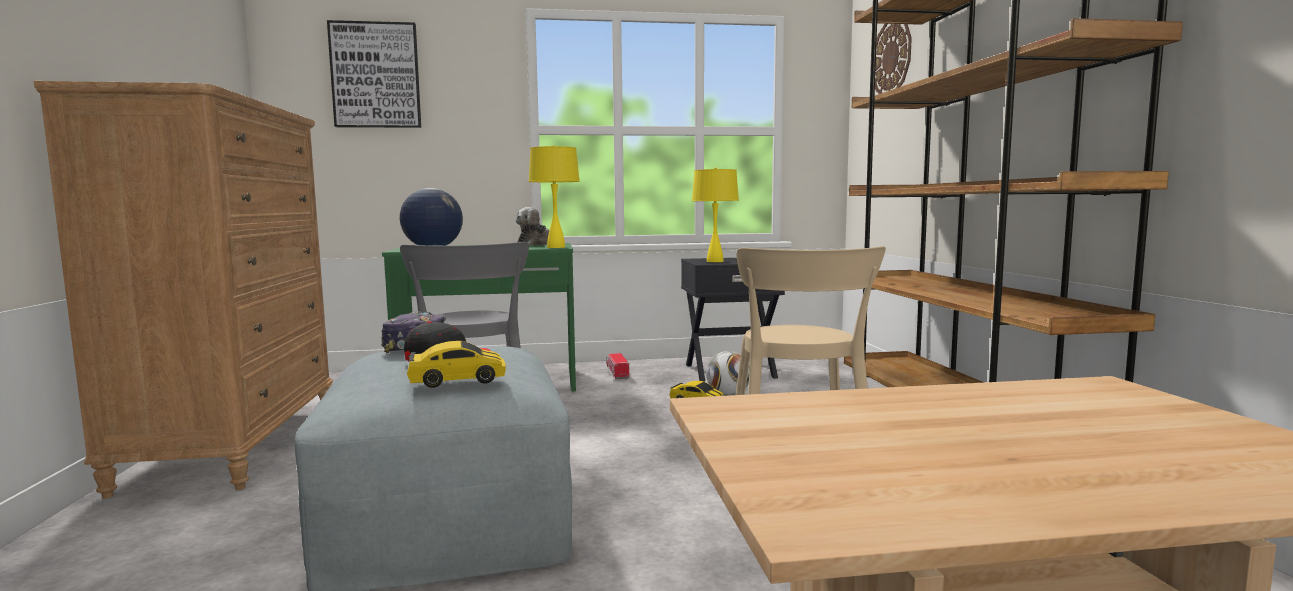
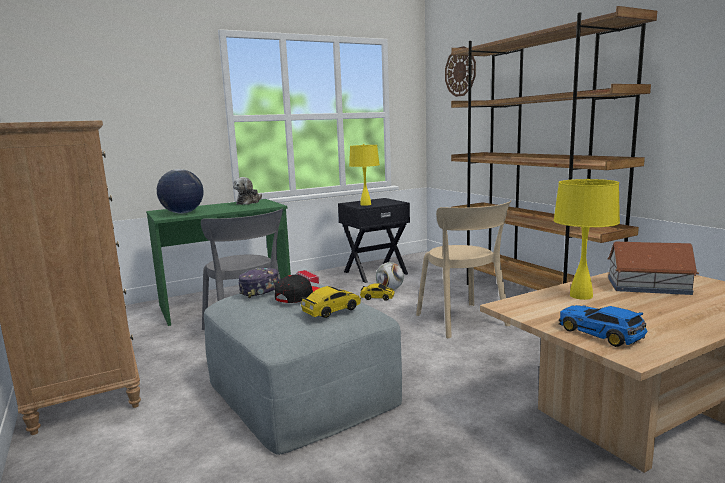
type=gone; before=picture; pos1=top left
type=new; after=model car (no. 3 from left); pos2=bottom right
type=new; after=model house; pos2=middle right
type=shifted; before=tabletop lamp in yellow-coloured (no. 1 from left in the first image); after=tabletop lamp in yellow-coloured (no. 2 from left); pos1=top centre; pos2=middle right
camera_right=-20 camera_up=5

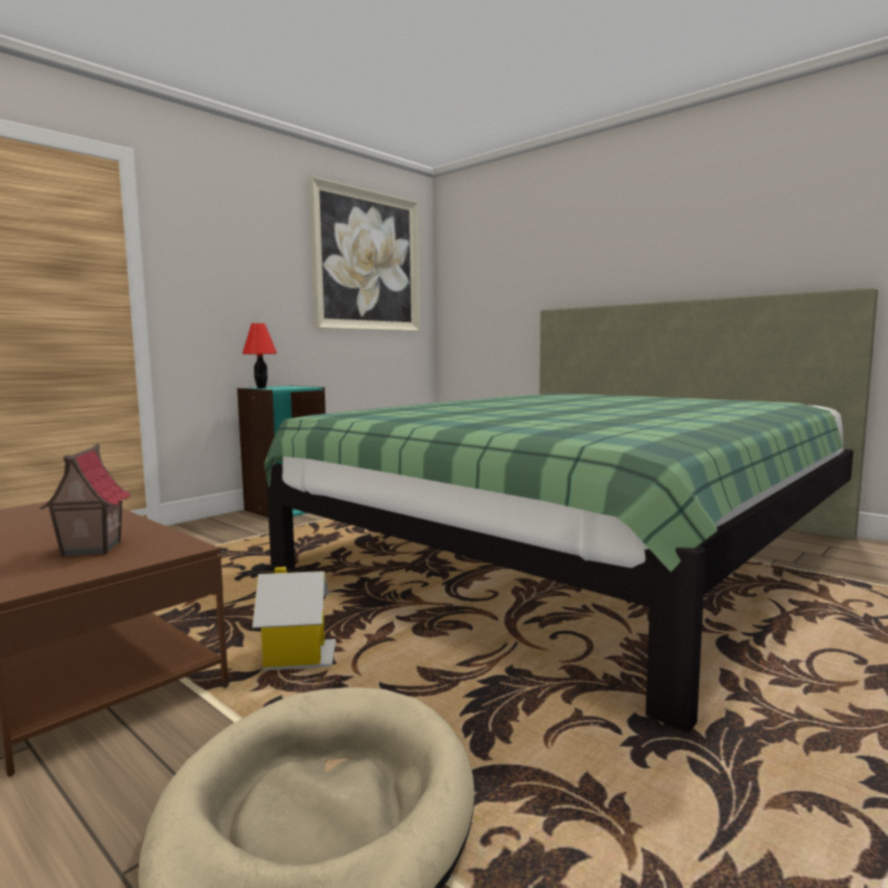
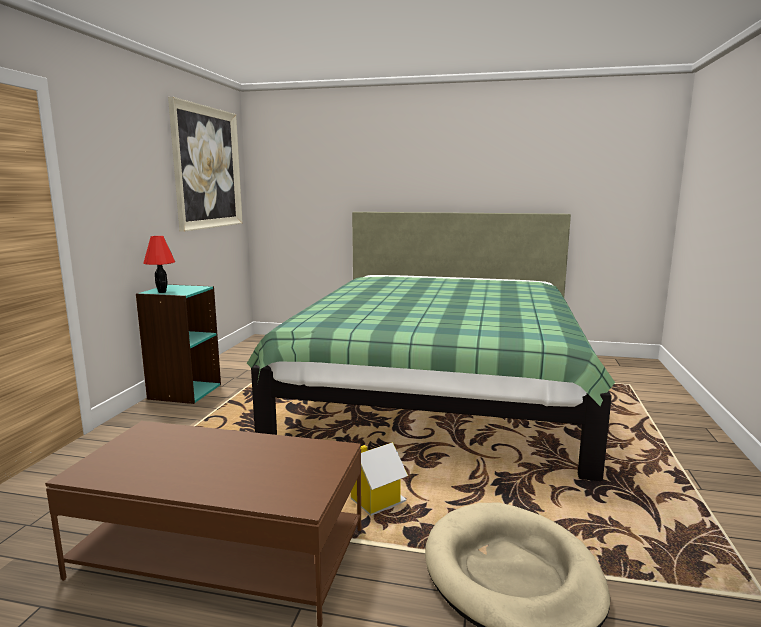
type=gone; before=model house (no. 1 from left); pos1=middle left
camera_right=-30 camera_up=5

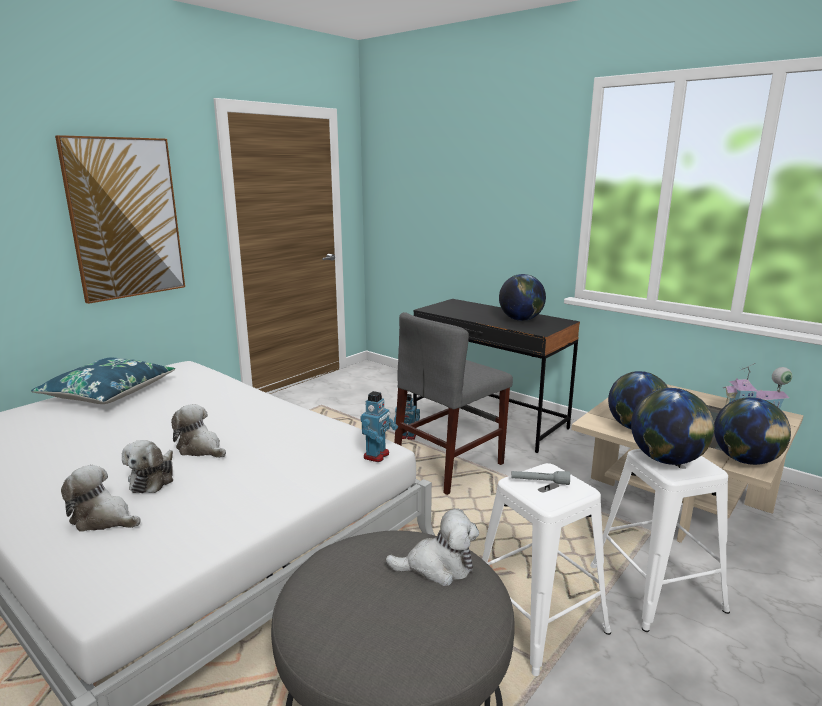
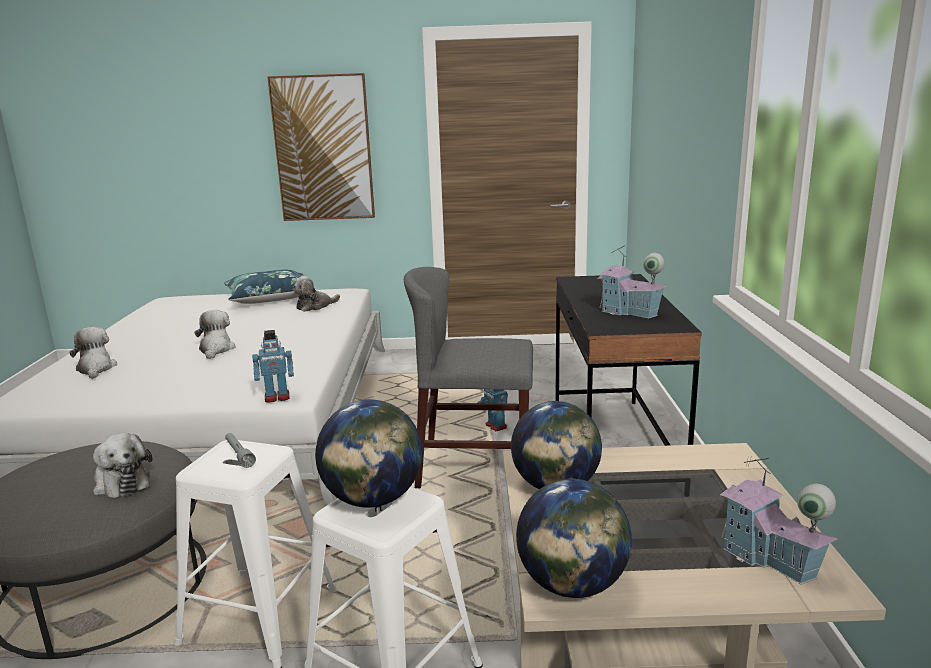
type=shifted; before=soft toy (no. 2 from left in the first image); after=soft toy (no. 4 from left); pos1=middle left; pos2=centre
type=swapped; before=globe (no. 1 from left); after=model house (no. 1 from left); pos1=centre; pos2=middle right
camera_right=50 camera_up=0

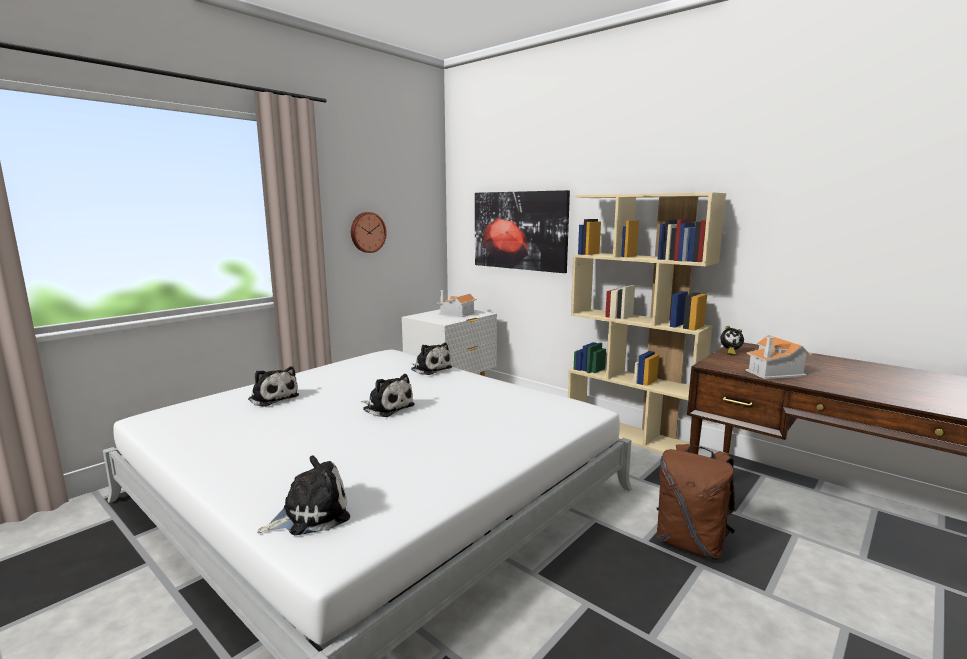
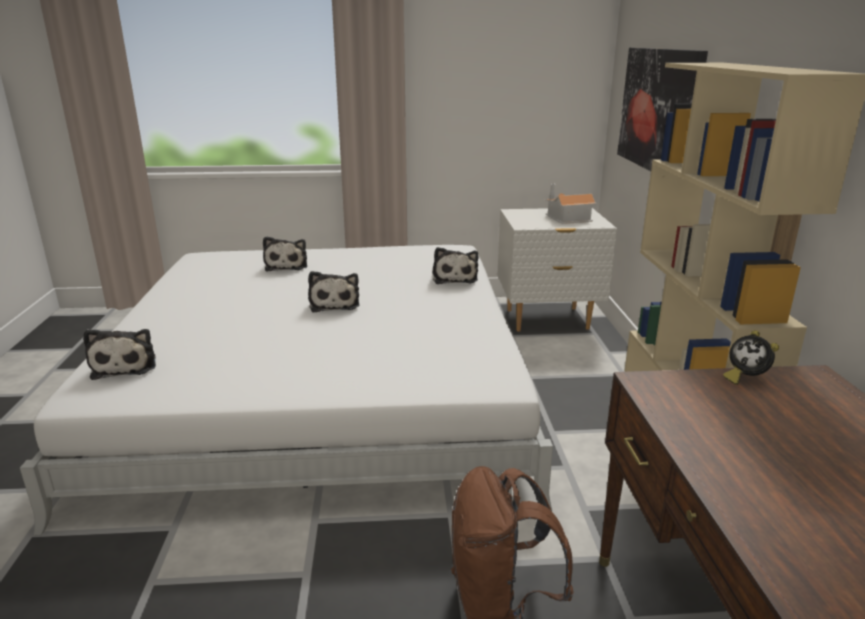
type=gone; before=hanging clock; pos1=centre
type=gone; before=model house (no. 2 from left); pos1=middle right
type=rotated; before=soft toy (no. 2 from left in the first image); pos1=bottom left; pos2=middle left; turn=60
camera_right=45 camera_up=10

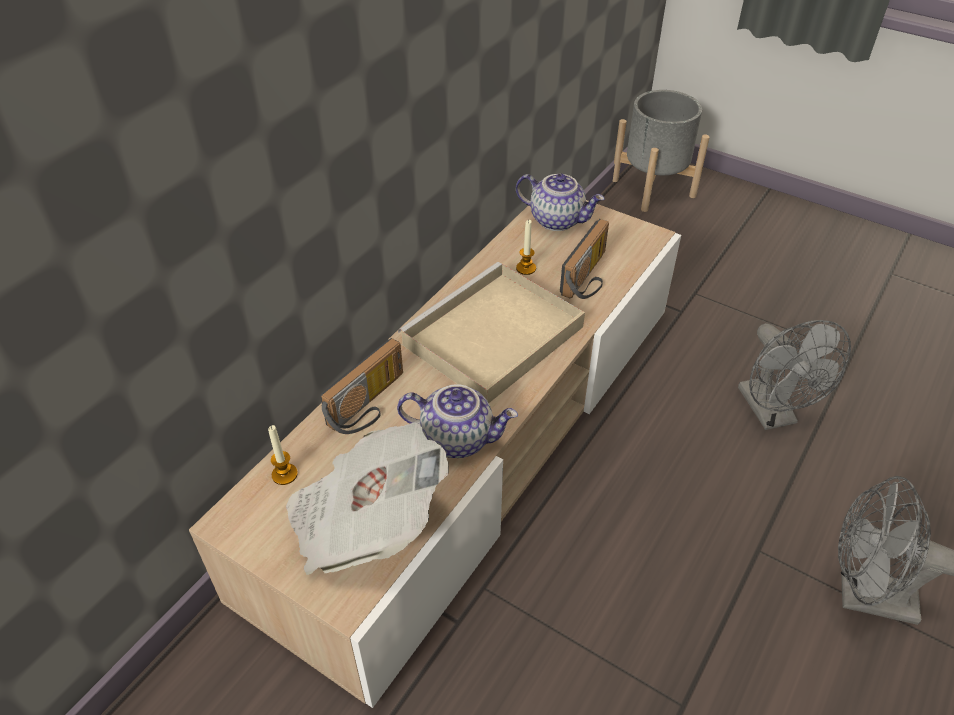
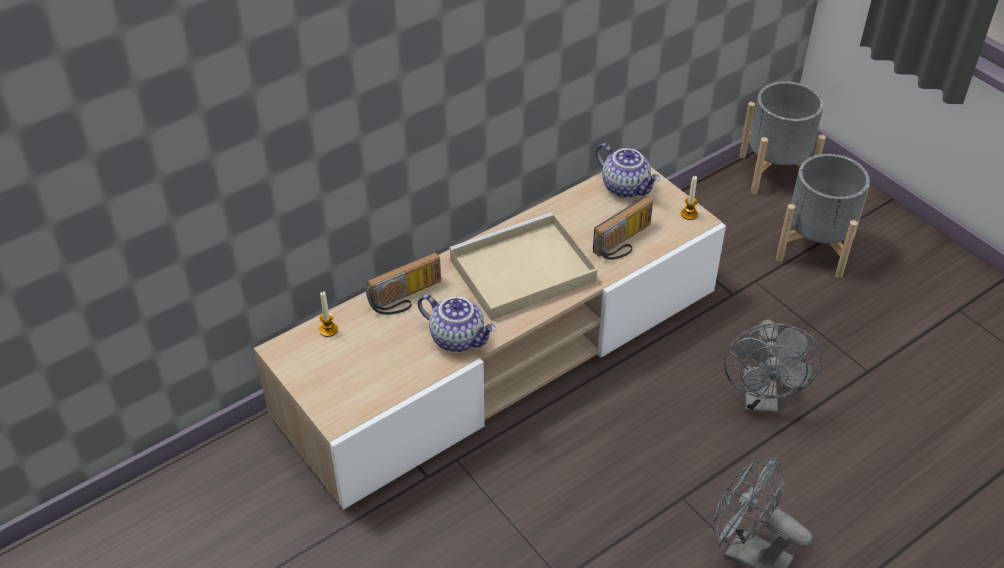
type=gone; before=newspaper; pos1=bottom centre
type=new; after=plant pot in grey (no. 2 from left); pos2=middle right
type=shifted; before=candle (no. 2 from left); pos1=centre; pos2=middle right
camera_right=20 camera_up=0

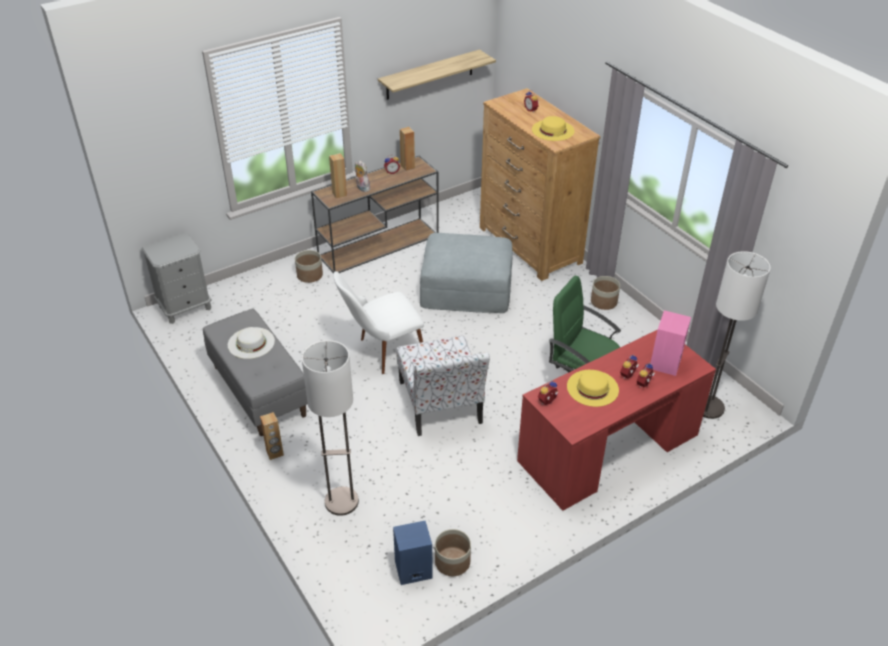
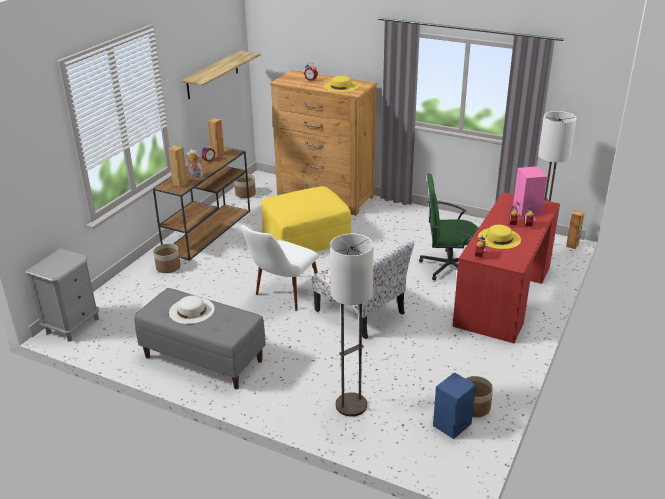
type=shifted; before=loudspeaker in brown-coloured (no. 1 from left in the first image); after=loudspeaker in brown-coloured (no. 3 from left); pos1=bottom left; pos2=middle right
type=shifted; before=plant pot (no. 3 from left in the first image); after=plant pot (no. 2 from left); pos1=middle right; pos2=centre
type=repainted; before=pouffe in grey; after=pouffe in yellow-coloured; pos1=centre; pos2=centre
camera_right=-30 camera_up=-10

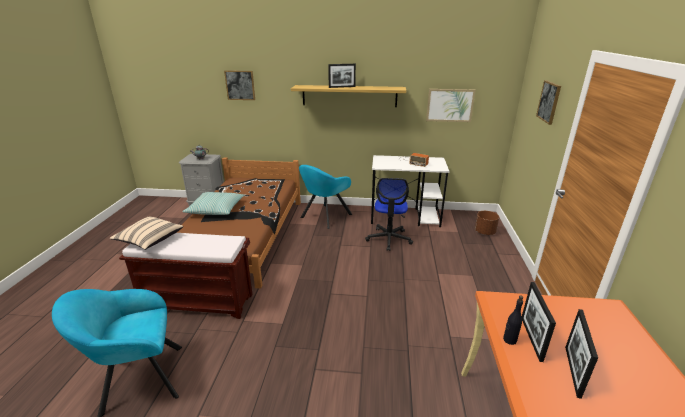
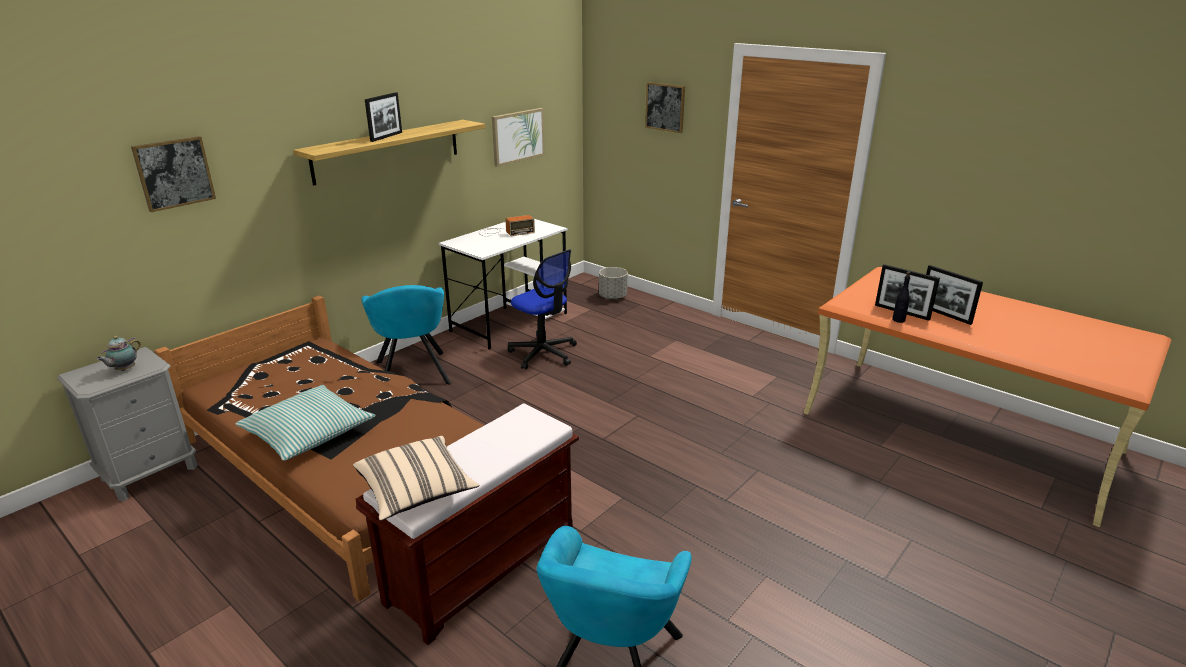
type=repainted; before=plant pot in brown-coloured; after=plant pot in grey; pos1=middle right; pos2=centre
camera_right=-55 camera_up=0

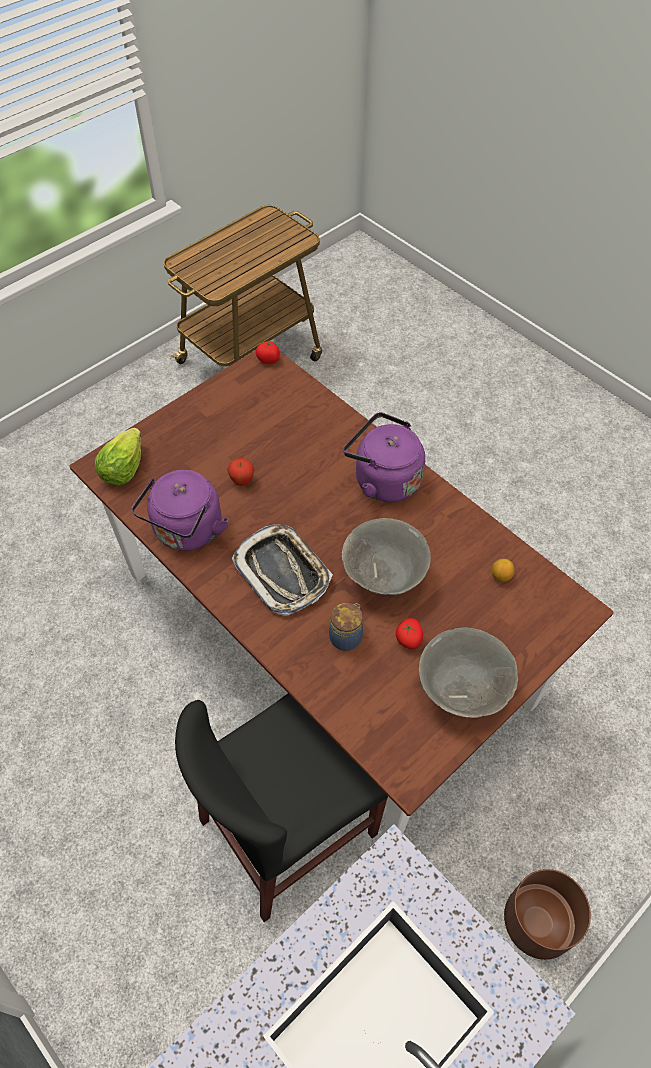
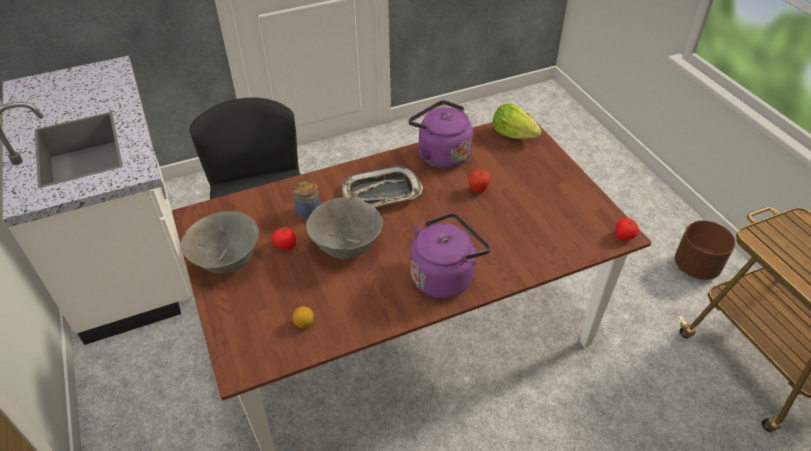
type=shifted; before=plant pot in brown-coloured; pos1=bottom right; pos2=middle right
camera_right=110 camera_up=-10

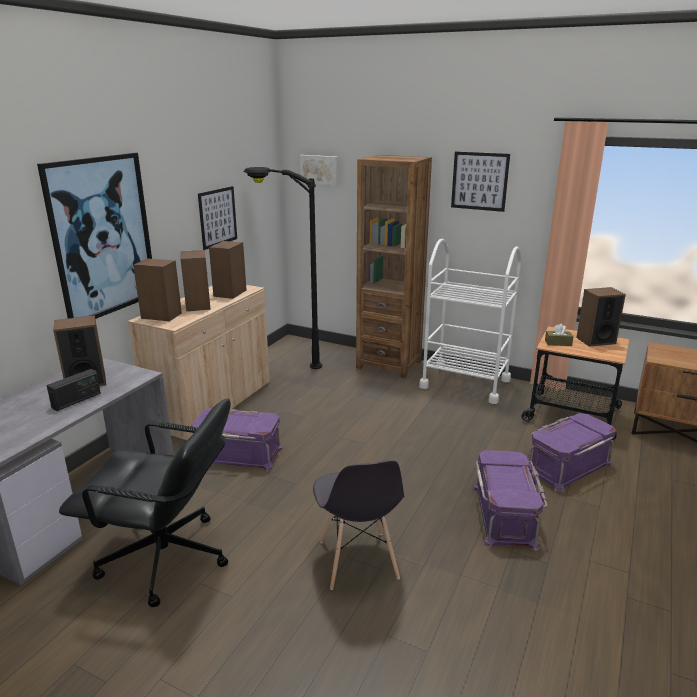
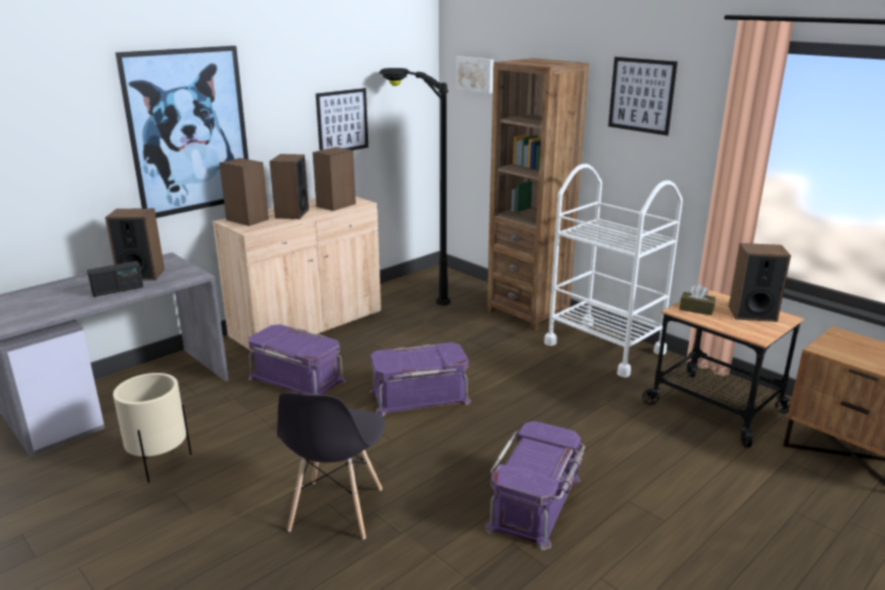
type=shifted; before=storage bin in purplish (no. 3 from left in the first image); after=storage bin in purplish (no. 2 from left); pos1=middle right; pos2=centre
type=swapped; before=computer chair in black; after=plant pot in beige; pos1=bottom left; pos2=bottom left
camera_right=20 camera_up=0

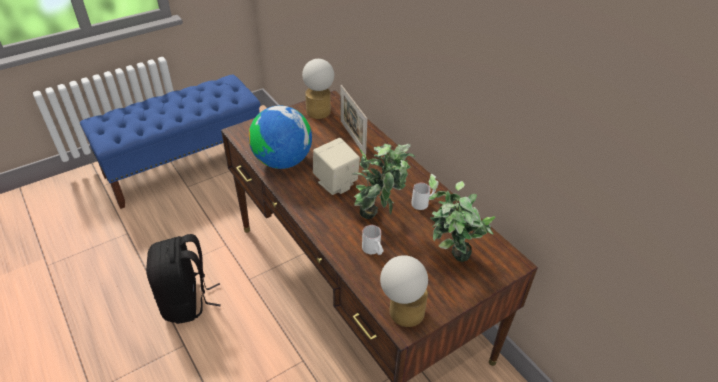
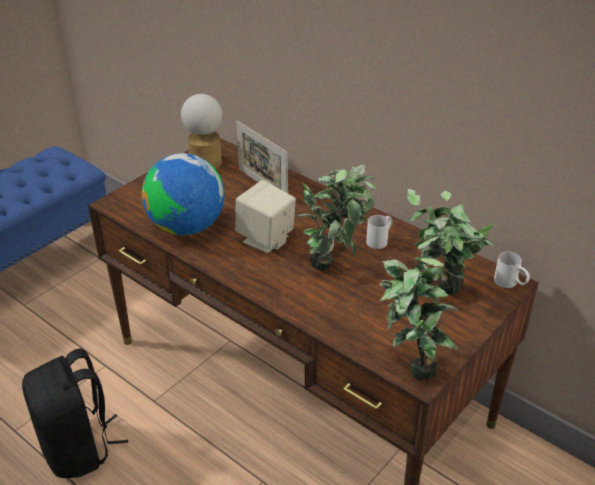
type=shifted; before=mug in whitish (no. 1 from left in the first image); after=mug in whitish (no. 2 from left); pos1=centre; pos2=middle right
type=swapped; before=tabletop lamp (no. 2 from left); after=houseplant (no. 2 from left); pos1=bottom centre; pos2=middle right
camera_right=-15 camera_up=-5

